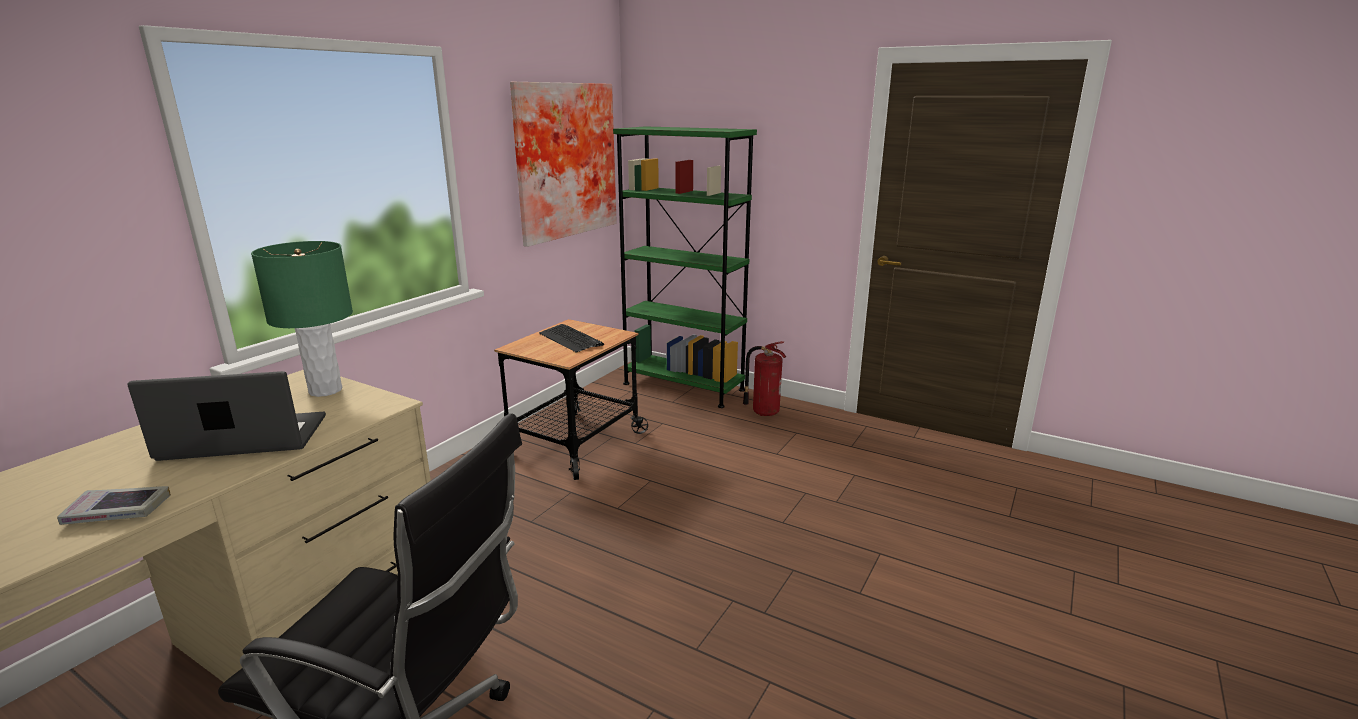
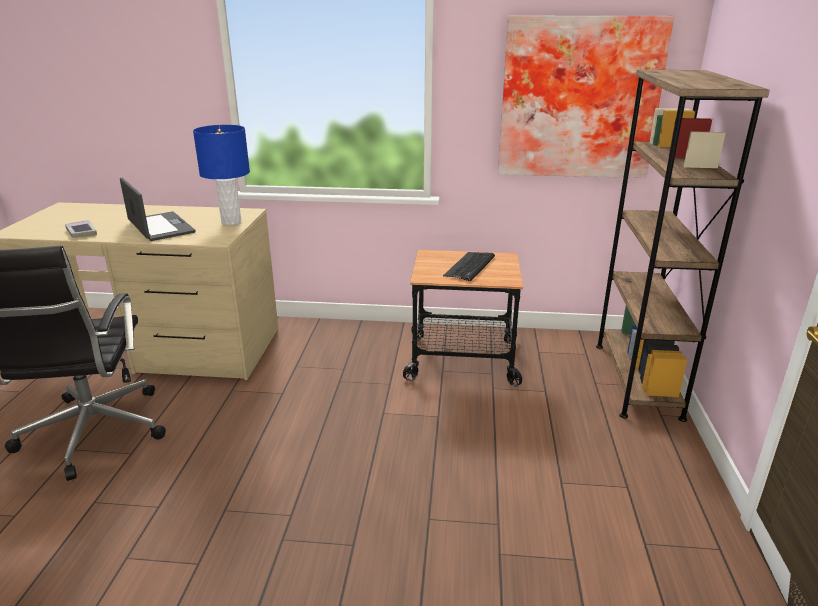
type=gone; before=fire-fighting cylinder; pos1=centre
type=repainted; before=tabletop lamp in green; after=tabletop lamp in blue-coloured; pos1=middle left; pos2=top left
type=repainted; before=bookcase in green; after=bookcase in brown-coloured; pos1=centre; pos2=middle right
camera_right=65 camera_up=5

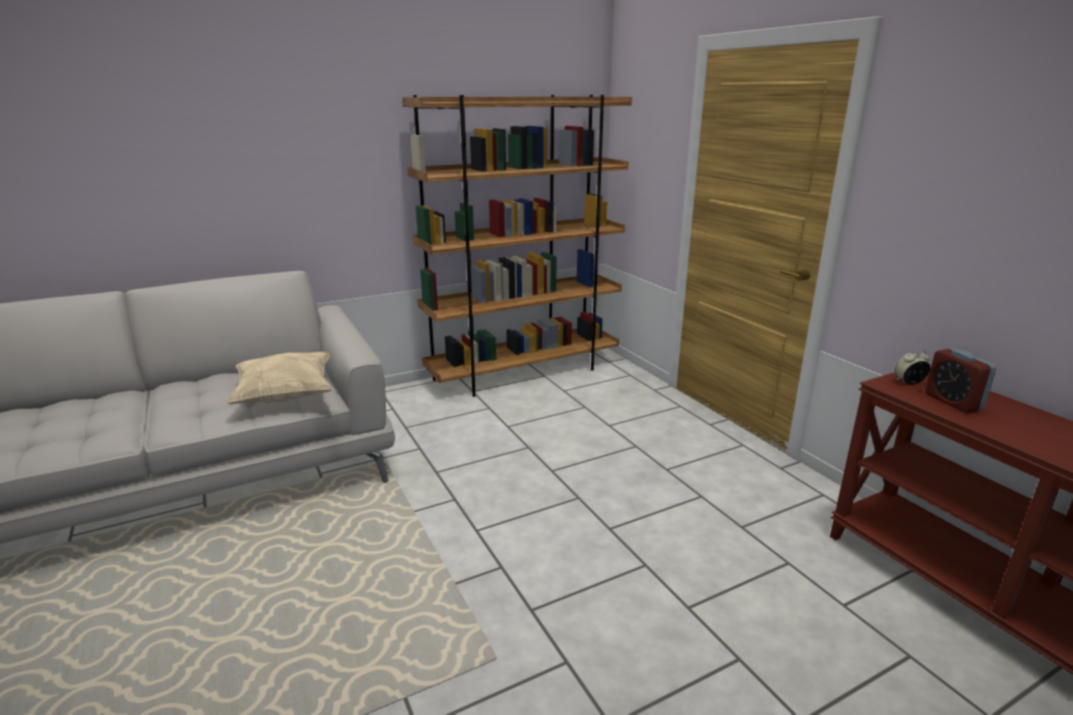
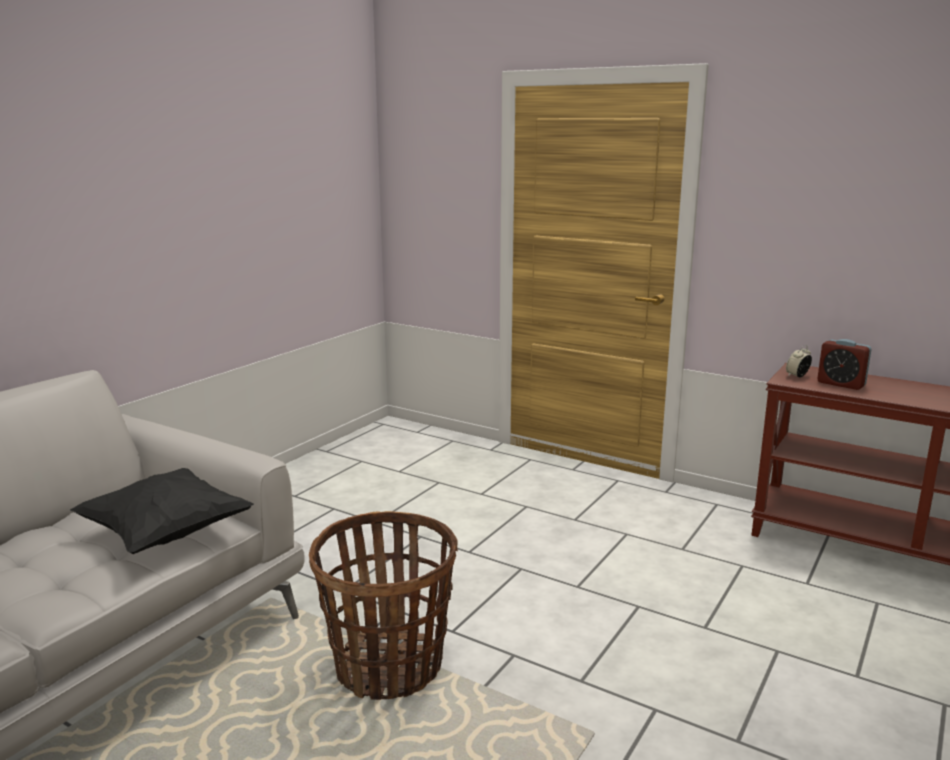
type=gone; before=bookcase in brown-coloured; pos1=centre
type=new; after=storage basket; pos2=bottom centre
type=repainted; before=throw pillow in beige; after=throw pillow in black; pos1=middle left; pos2=bottom left
camera_right=-30 camera_up=-5

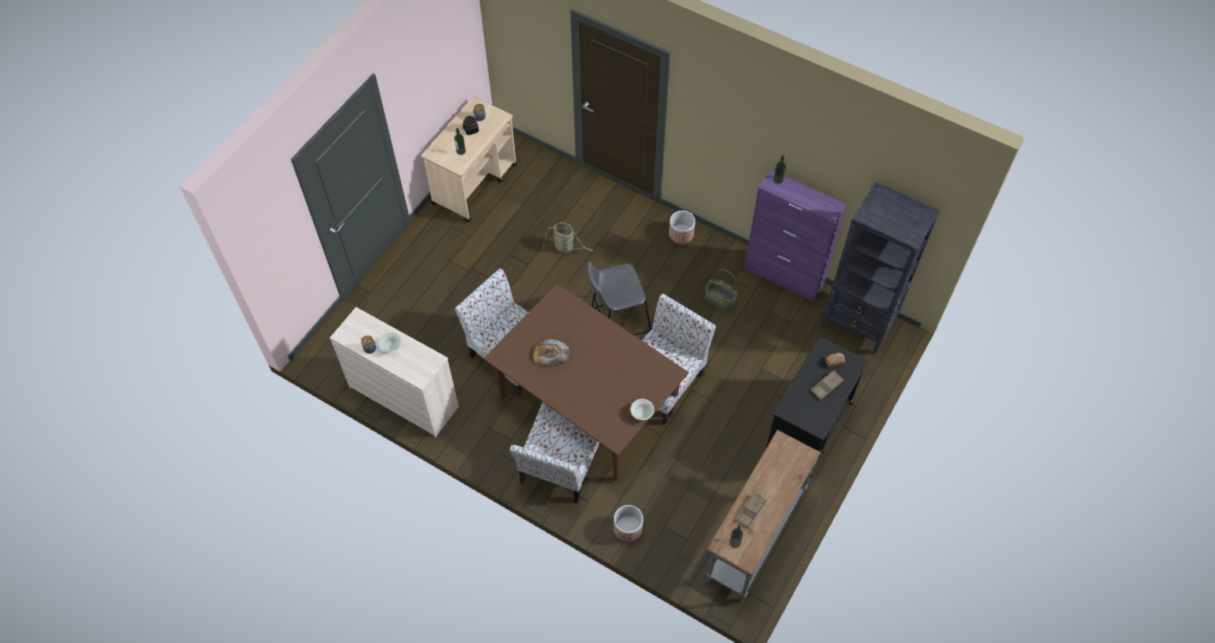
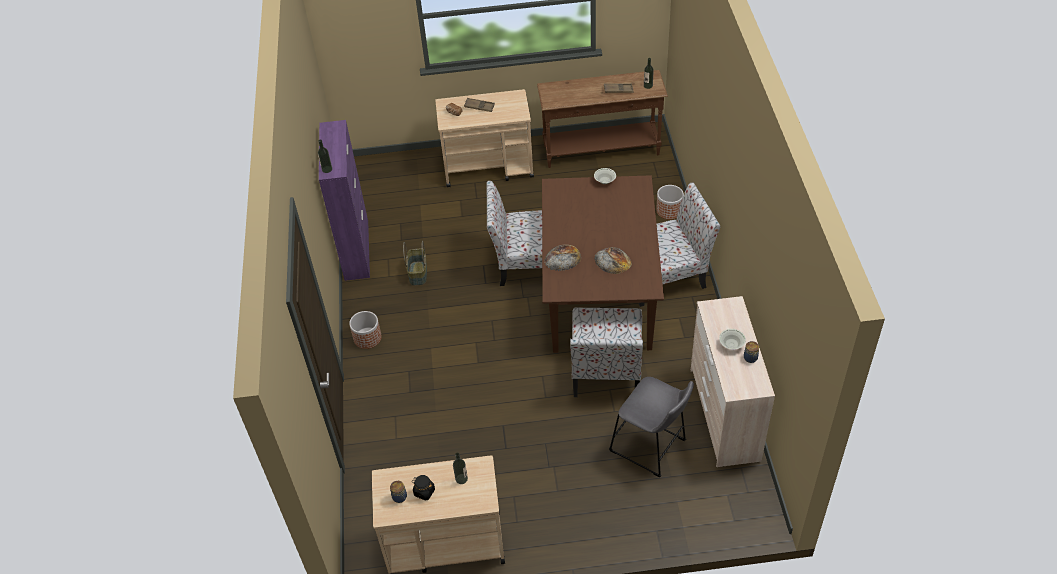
type=gone; before=storage basket (no. 1 from left); pos1=centre
type=gone; before=bookcase in black; pos1=middle right
type=new; after=bread (no. 2 from left); pos2=centre
type=shifted; before=stool in grey; pos1=centre; pos2=bottom centre
type=repainted; before=console table in grey; after=console table in brown-coloured; pos1=bottom centre; pos2=top centre
type=repainted; before=trolley in black; after=trolley in beige (no. 2 from left); pos1=middle right; pos2=top centre
camera_right=-125 camera_up=-10

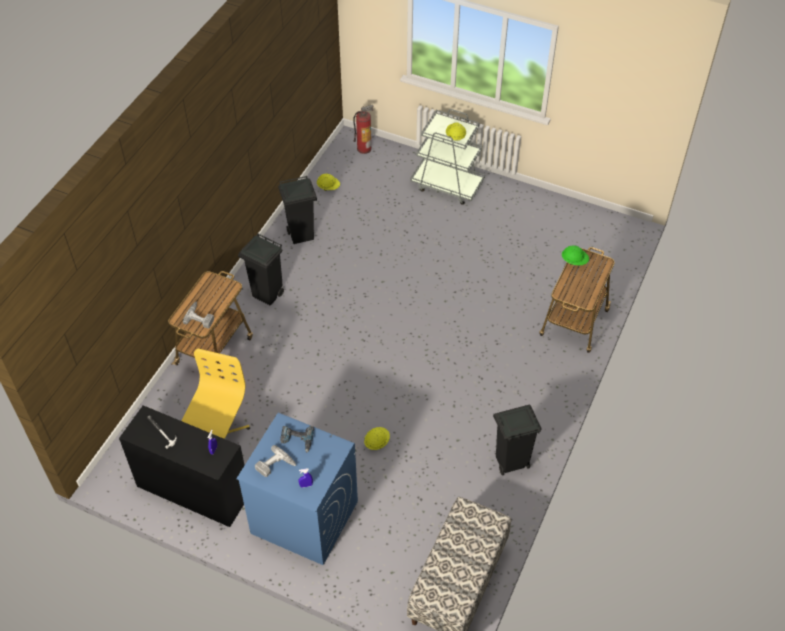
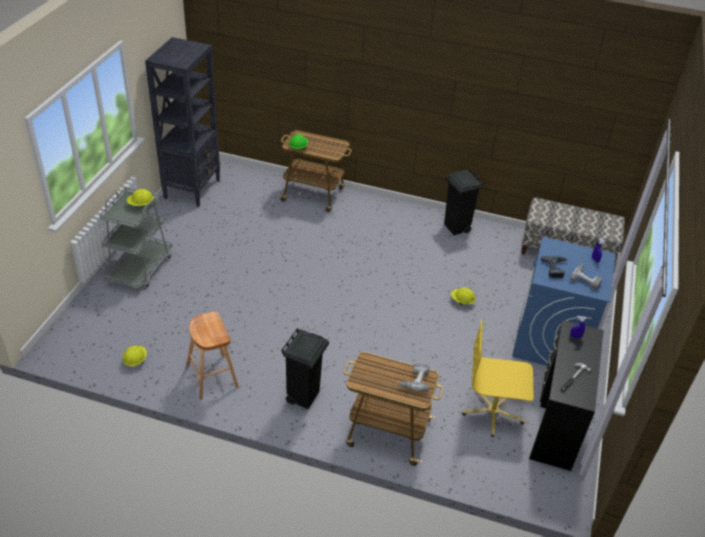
type=gone; before=fire-fighting cylinder; pos1=top centre
type=new; after=bookcase in black; pos2=top left
type=swapped; before=trash can in black (no. 2 from left); after=stool in brown-coloured; pos1=top centre; pos2=middle left
camera_right=-100 camera_up=-10

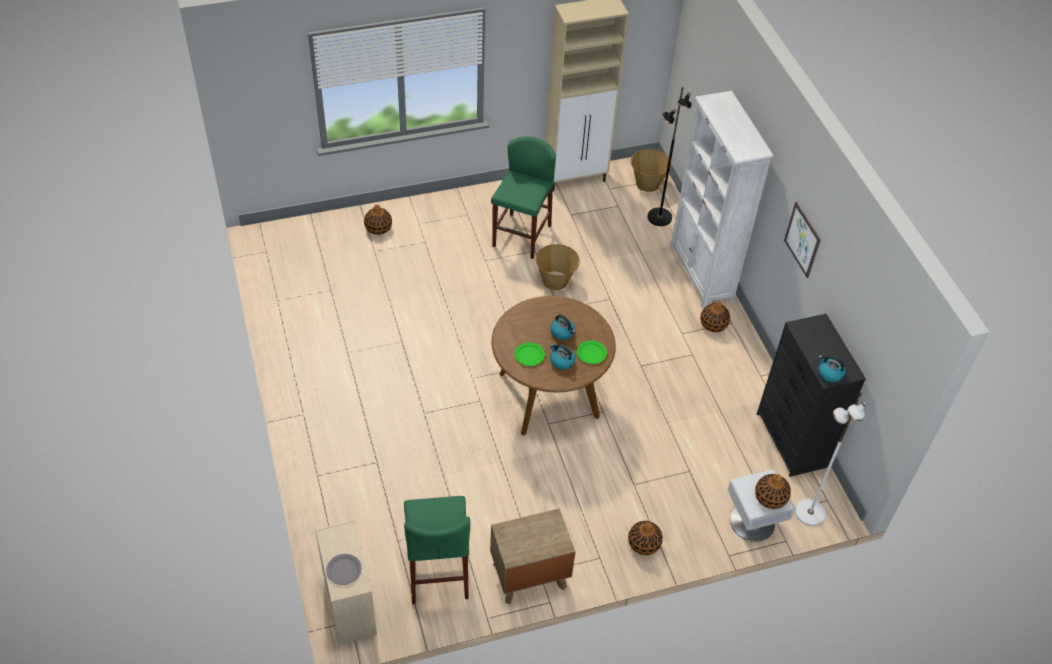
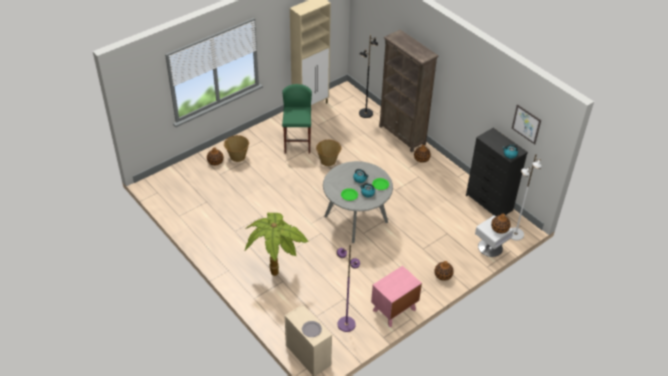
type=new; after=houseplant; pos2=centre
type=shifted; before=storage basket (no. 2 from left in the first image); after=storage basket (no. 1 from left); pos1=top centre; pos2=centre
type=shifted; before=picture; pos1=middle right; pos2=top right
type=swapped; before=stool in green (no. 1 from left); after=floor lamp in purplish; pos1=bottom centre; pos2=bottom centre
type=repainted; before=bedside table in brown-coloured; after=bedside table in pink; pos1=bottom centre; pos2=bottom centre
type=repainted; before=dinner table in brown-coloured; after=dinner table in grey; pos1=centre; pos2=centre
type=repainted; before=bookcase in whitish; after=bookcase in brown-coloured; pos1=top right; pos2=top centre
camera_right=-20 camera_up=-5

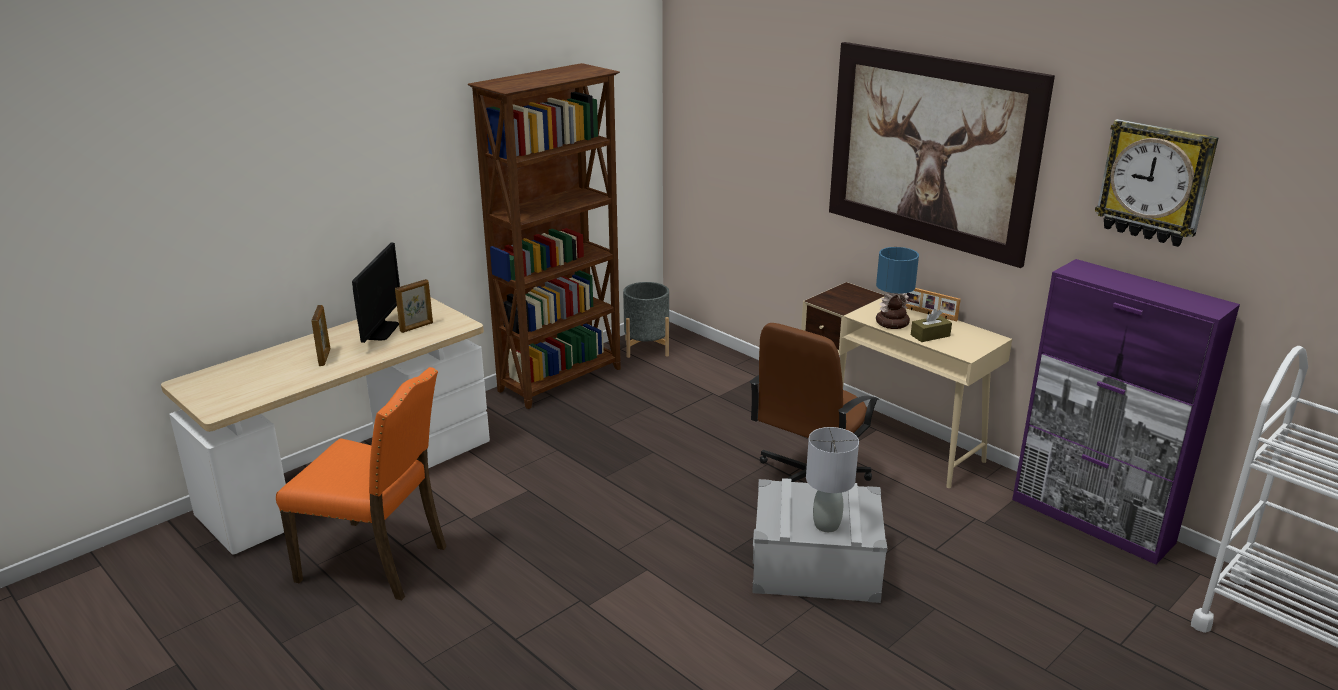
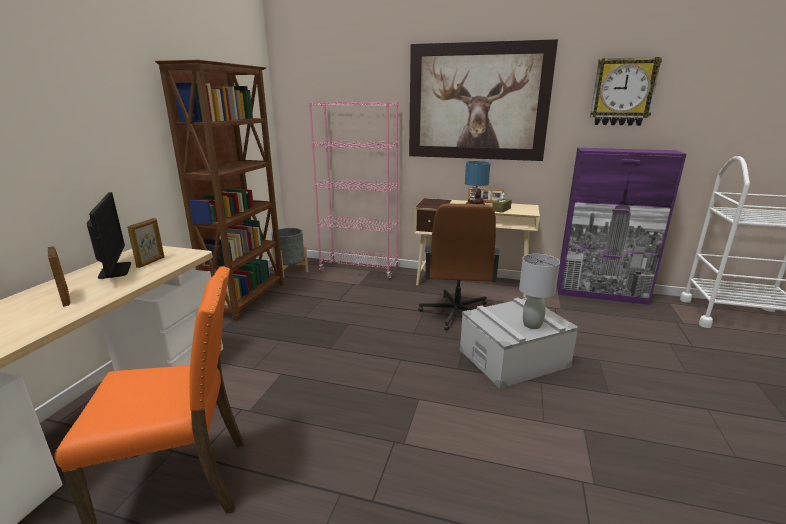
type=new; after=bookcase in pink; pos2=centre
camera_right=-30 camera_up=-5

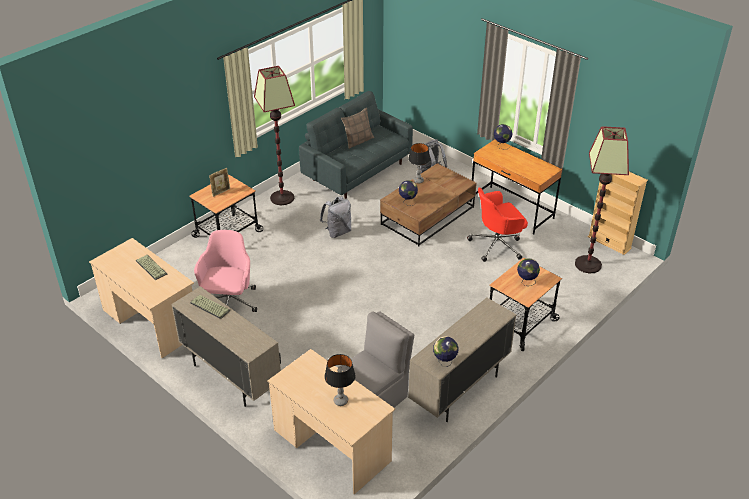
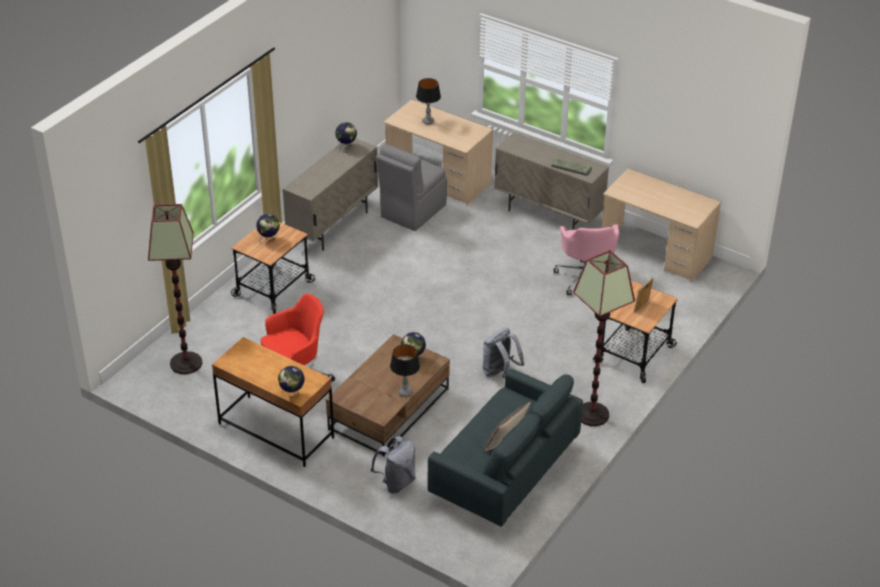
type=gone; before=keyboard (no. 1 from left); pos1=middle left
type=gone; before=bookcase in beige; pos1=middle right
camera_right=170 camera_up=0

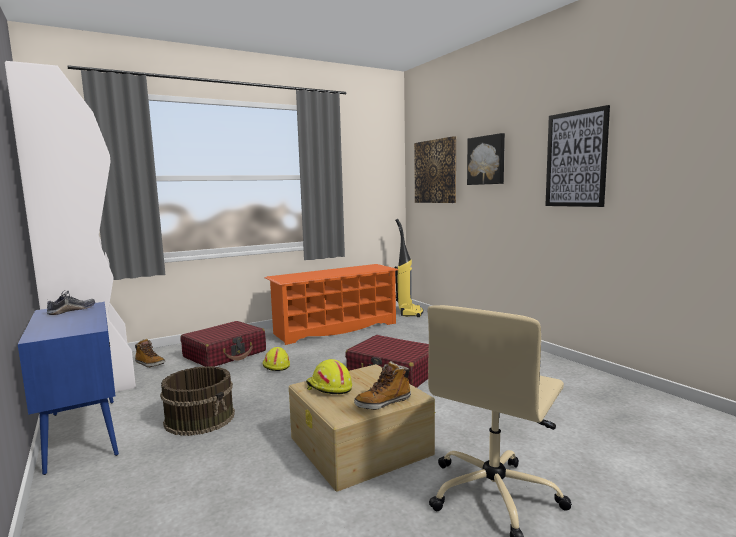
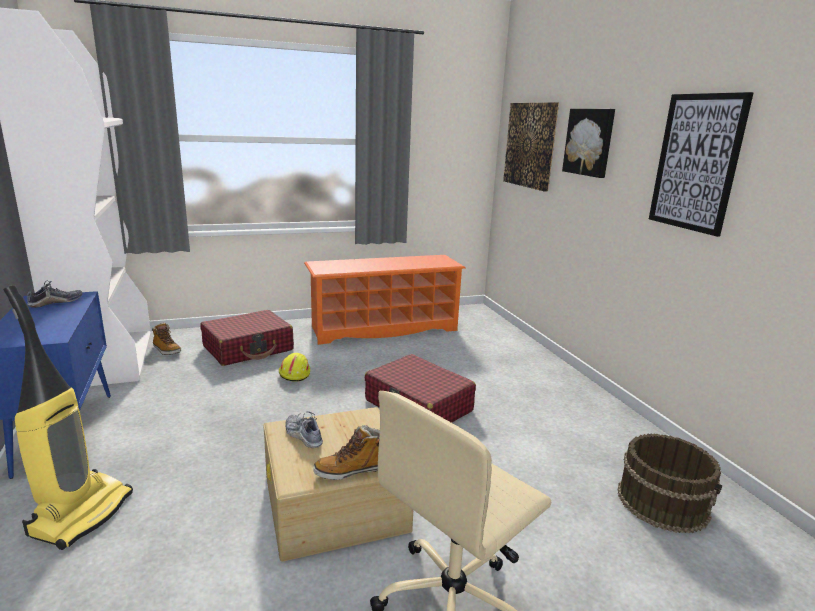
type=shifted; before=pail in brown-coloured; pos1=bottom left; pos2=bottom right
type=shifted; before=hoover; pos1=centre; pos2=bottom left
type=swapped; before=hard hat in yellow-coloured (no. 2 from left); after=low shoe (no. 2 from left); pos1=bottom centre; pos2=bottom centre
camera_right=10 camera_up=10

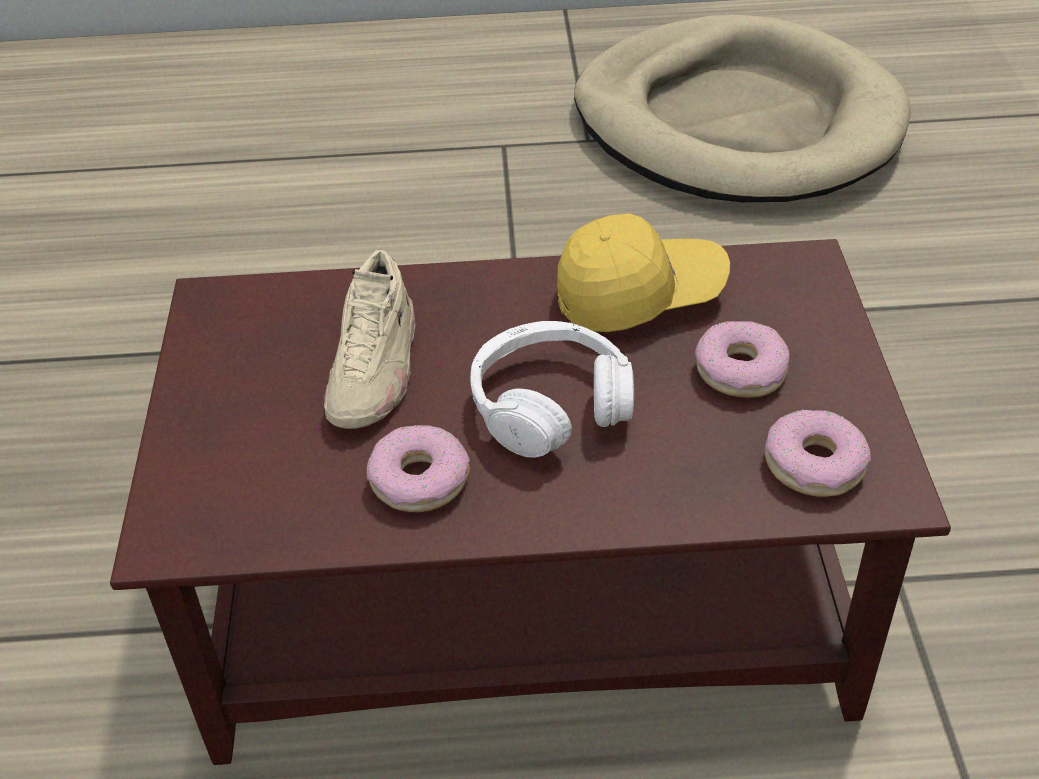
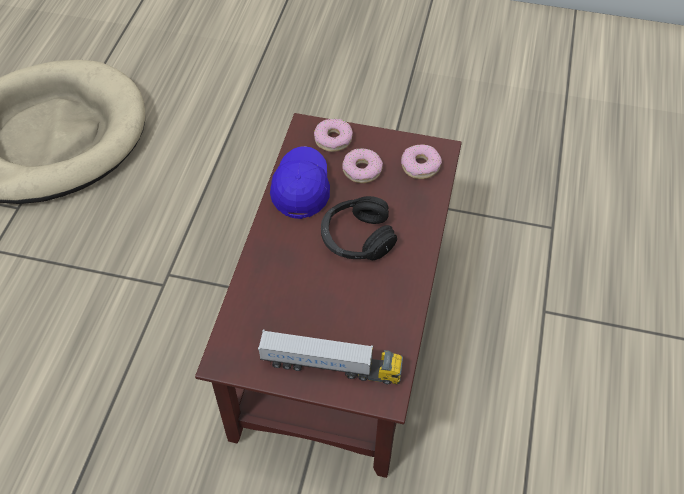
type=gone; before=low shoe in beige; pos1=centre
type=new; after=model truck; pos2=bottom centre
type=shifted; before=donut (no. 1 from left); pos1=centre; pos2=top centre
type=repainted; before=pair of headphones in whitish; after=pair of headphones in black; pos1=centre; pos2=centre
type=repainted; before=cap in yellow-coloured; after=cap in blue-coloured; pos1=centre; pos2=centre
camera_right=-75 camera_up=10

